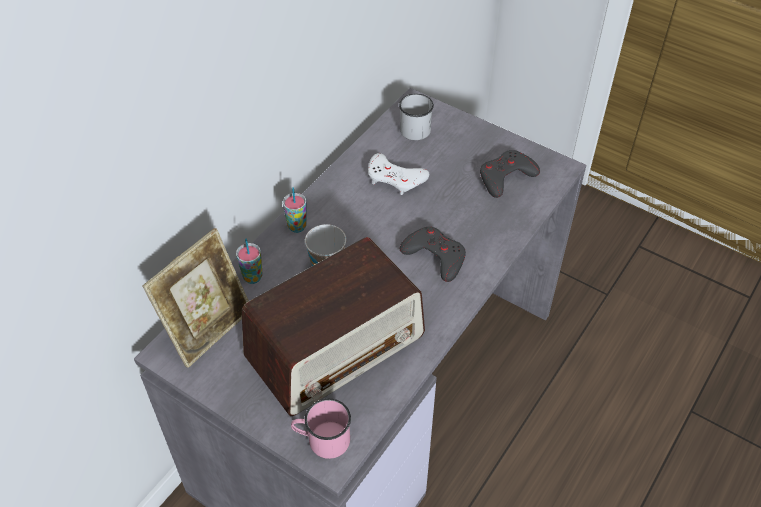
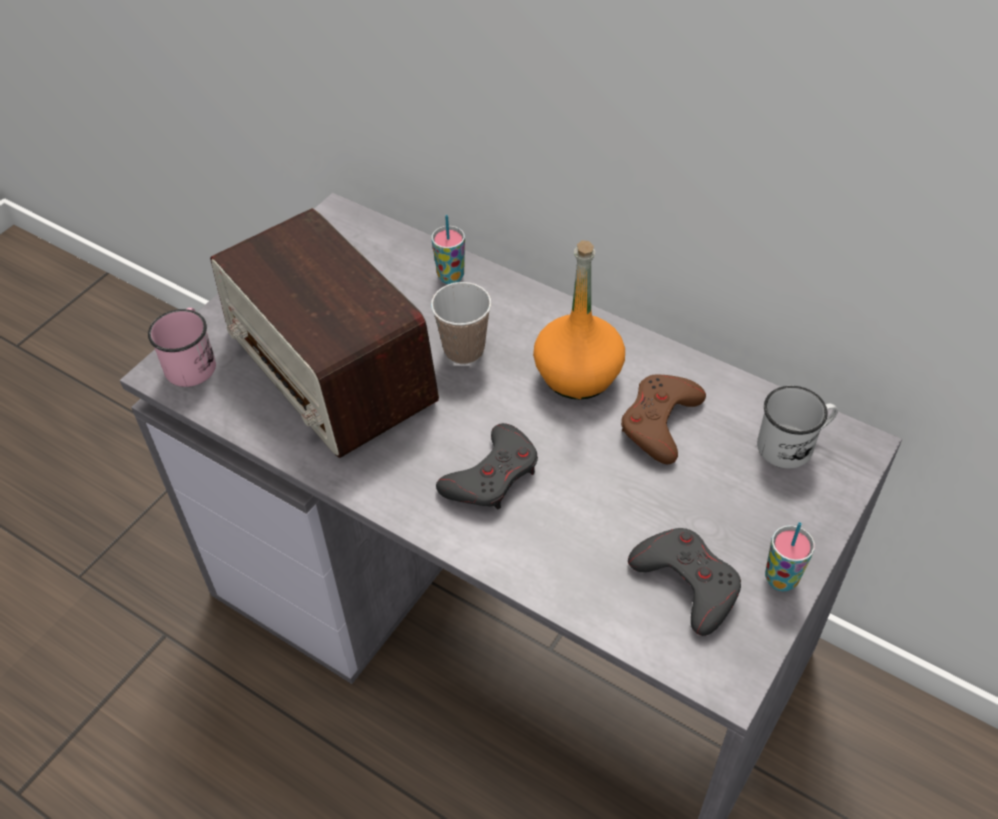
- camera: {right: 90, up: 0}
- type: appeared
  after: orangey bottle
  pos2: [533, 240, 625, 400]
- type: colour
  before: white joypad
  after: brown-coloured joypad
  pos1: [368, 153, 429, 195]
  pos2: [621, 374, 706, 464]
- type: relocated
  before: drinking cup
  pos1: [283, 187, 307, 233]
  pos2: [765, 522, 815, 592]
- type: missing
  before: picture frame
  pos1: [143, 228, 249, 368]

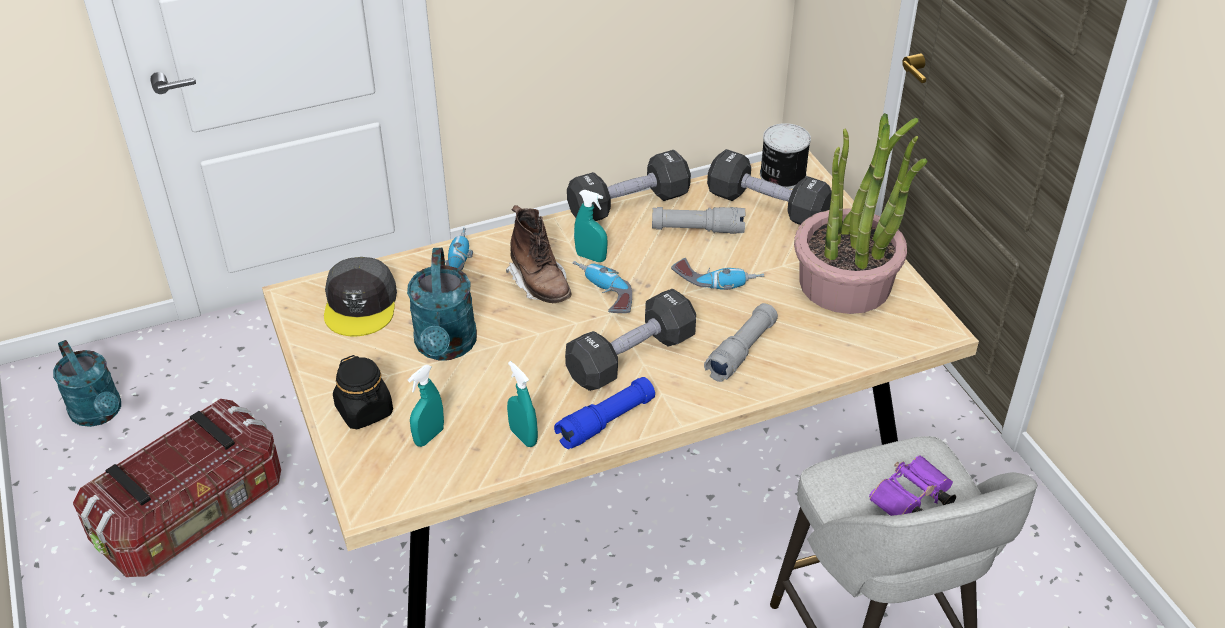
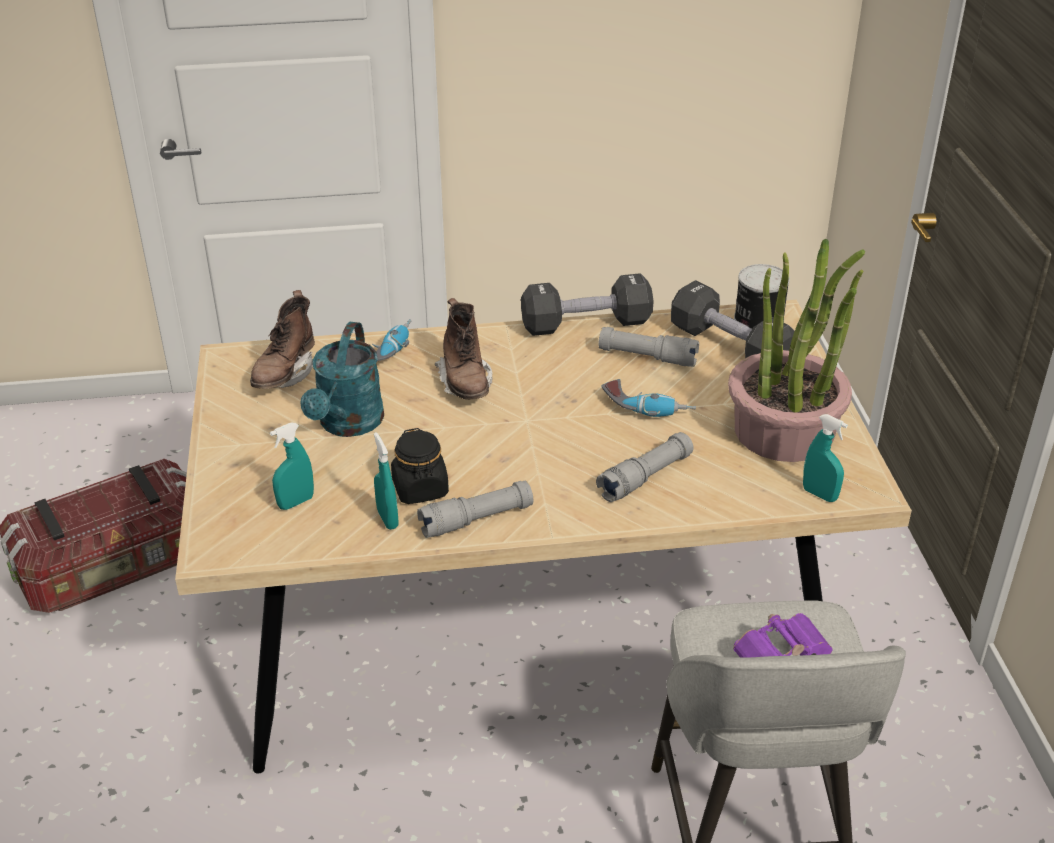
- camera: {right: 15, up: -5}
- type: exchanged
  before: greyish peaked cap
  after: brown-coloured tall boot
  pos1: [324, 257, 397, 336]
  pos2: [250, 290, 315, 389]
- type: relocated
  before: black-coloured preserve jar
  pos1: [333, 355, 393, 429]
  pos2: [391, 428, 449, 504]
- type: colour
  before: bluish hand torch
  after: greyish hand torch
  pos1: [554, 377, 655, 449]
  pos2: [417, 481, 533, 538]
- type: relocated
  before: turquoise-coloured spray bottle
  pos1: [574, 190, 607, 262]
  pos2: [803, 414, 848, 502]
- type: missing
  before: turquoise-coloured watering can
  pos1: [53, 340, 121, 427]
- type: missing
  before: black-coloured dumbbell
  pos1: [565, 289, 696, 391]
- type: missing
  before: power drill
  pos1: [573, 261, 632, 313]

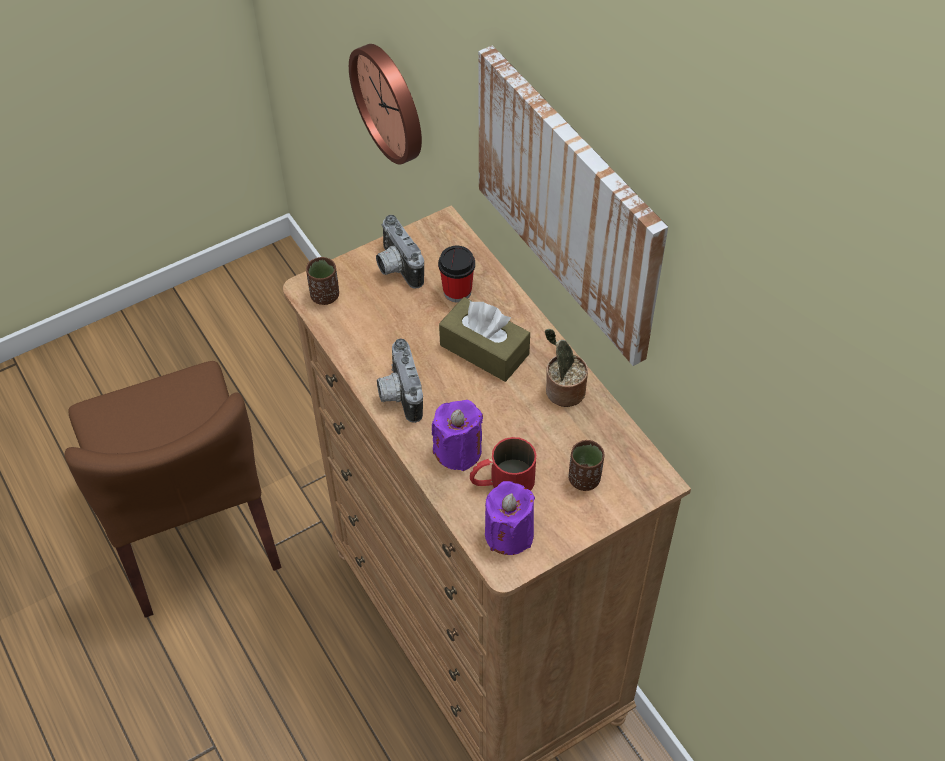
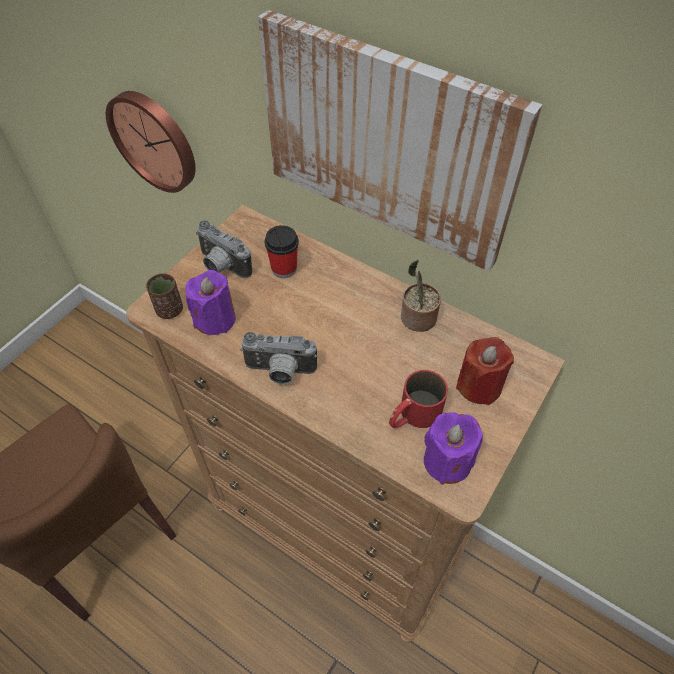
- camera: {right: -25, up: 0}
- type: relocated
  before: purple-coloured candle
  pos1: [432, 400, 483, 471]
  pos2: [186, 270, 235, 335]
- type: spun
  before: photo camera
  pos1: [377, 338, 423, 423]
  pos2: [240, 332, 317, 384]
  turn: -45
- type: exchanged
  before: brown-coloured drinking cup
  after: reddish candle
  pos1: [568, 439, 604, 491]
  pos2: [456, 337, 514, 405]
- type: missing
  before: brown-coloured tissue box
  pos1: [439, 297, 530, 382]

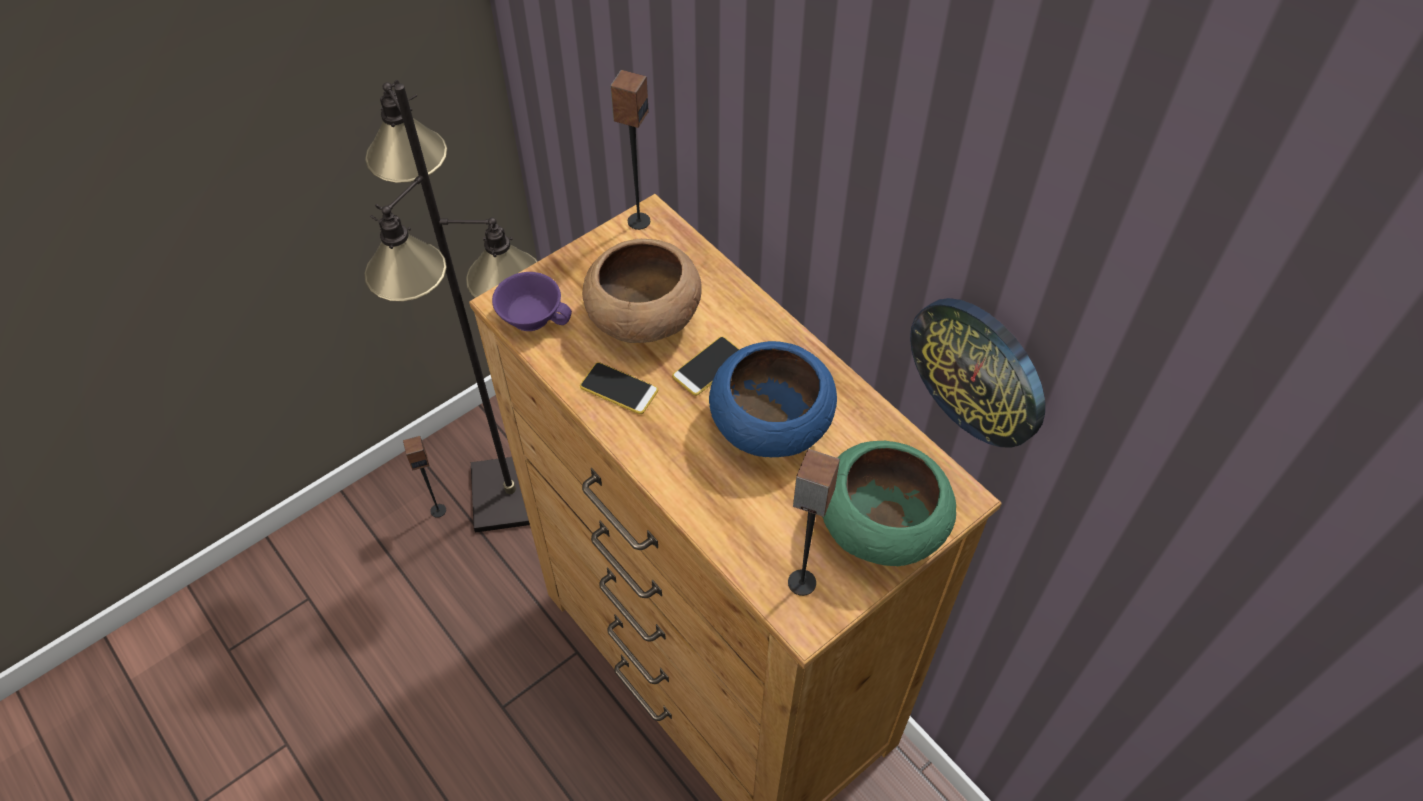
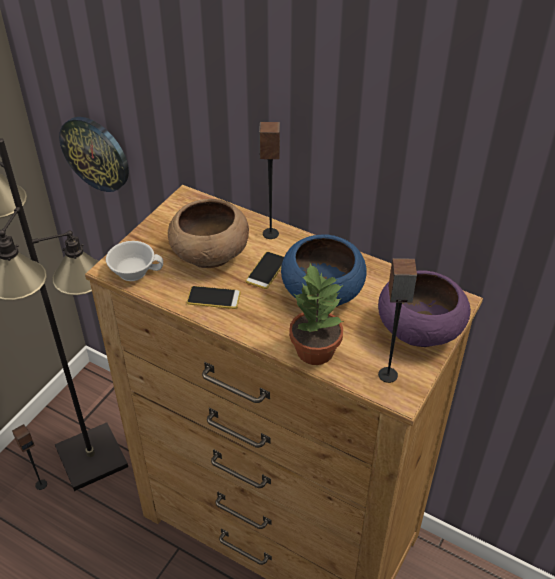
- camera: {right: -20, up: -10}
- type: relocated
  before: clock on the wall
  pos1: [910, 298, 1045, 448]
  pos2: [59, 117, 129, 192]
- type: colour
  before: purple-coloured drinking cup
  after: white drinking cup
  pos1: [492, 272, 572, 331]
  pos2: [106, 241, 163, 281]
- type: relocated
  before: loudspeaker
  pos1: [610, 70, 650, 230]
  pos2: [259, 122, 280, 239]
- type: appeared
  after: potted plant
  pos2: [289, 263, 344, 365]
- type: colour
  before: greenish serving bowl
  after: purple-coloured serving bowl
  pos1: [823, 441, 956, 566]
  pos2: [378, 270, 471, 347]

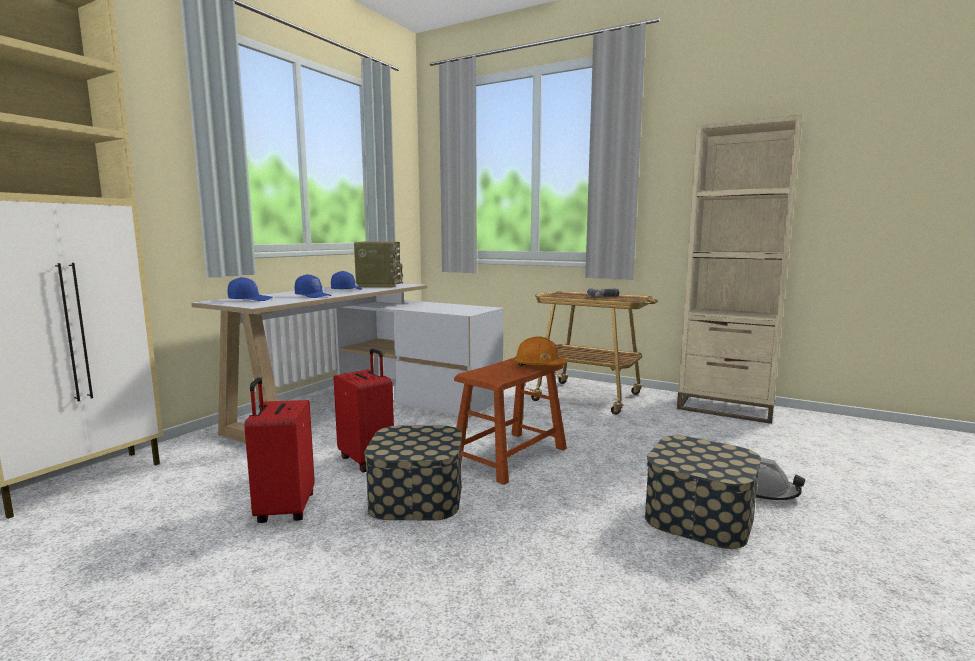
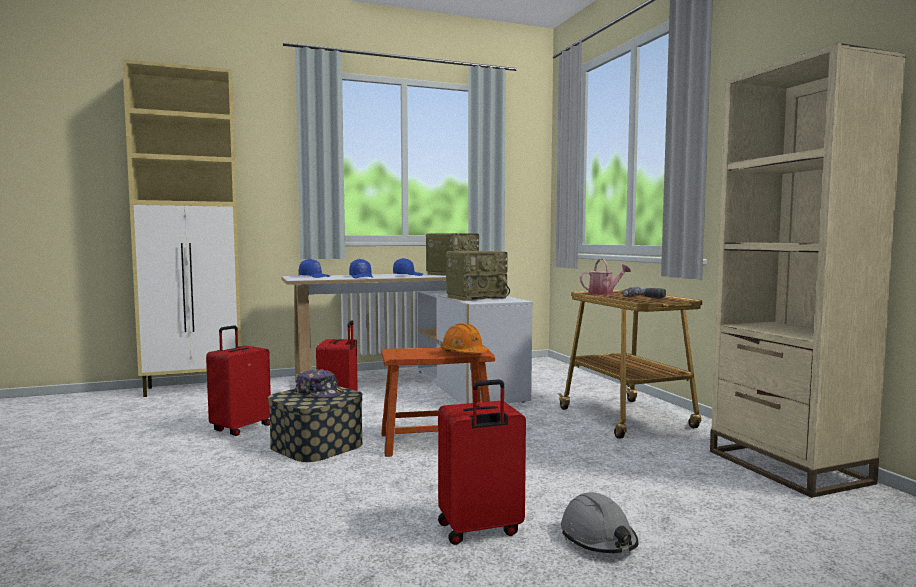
- camera: {right: 40, up: -5}
- type: appeared
  after: peaked cap
  pos2: [295, 369, 344, 398]
- type: exchanged
  before: storage box
  after: reddish suitcase
  pos1: [645, 436, 761, 549]
  pos2: [438, 379, 526, 545]
- type: appeared
  after: radio receiver
  pos2: [446, 251, 510, 301]
- type: appeared
  after: watering can
  pos2: [580, 259, 631, 295]

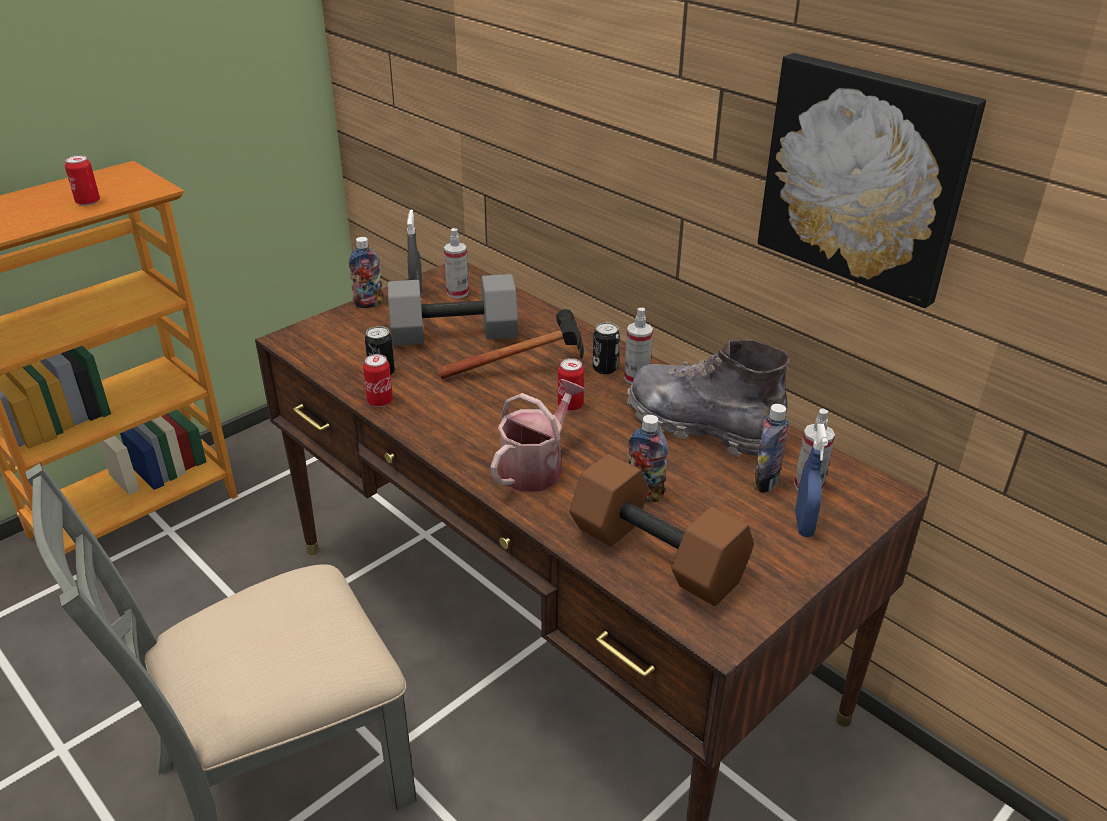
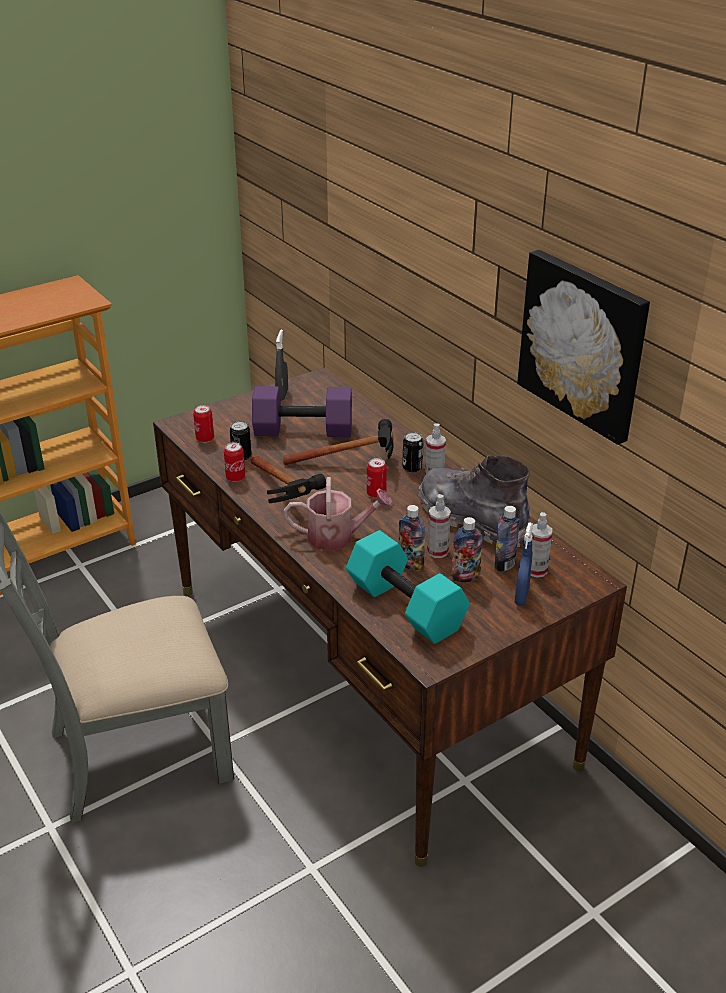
- camera: {right: 10, up: 0}
- type: relocated
  before: can
  pos1: [65, 155, 100, 206]
  pos2: [193, 405, 214, 443]
- type: appeared
  after: tool hammer
  pos2: [251, 456, 326, 503]
- type: colour
  before: greyish dumbbell
  after: purple-coloured dumbbell
  pos1: [388, 274, 518, 346]
  pos2: [252, 386, 352, 437]
- type: spun
  before: watering can
  pos1: [490, 379, 585, 492]
  pos2: [284, 477, 393, 551]
  turn: 45
- type: colour
  before: brown-coloured dumbbell
  after: turquoise-coloured dumbbell
  pos1: [569, 454, 754, 606]
  pos2: [346, 530, 470, 644]
- type: relocated
  before: spray bottle
  pos1: [444, 228, 469, 298]
  pos2: [427, 494, 451, 558]
- type: relocated
  before: bottle
  pos1: [349, 237, 383, 308]
  pos2: [451, 517, 483, 582]

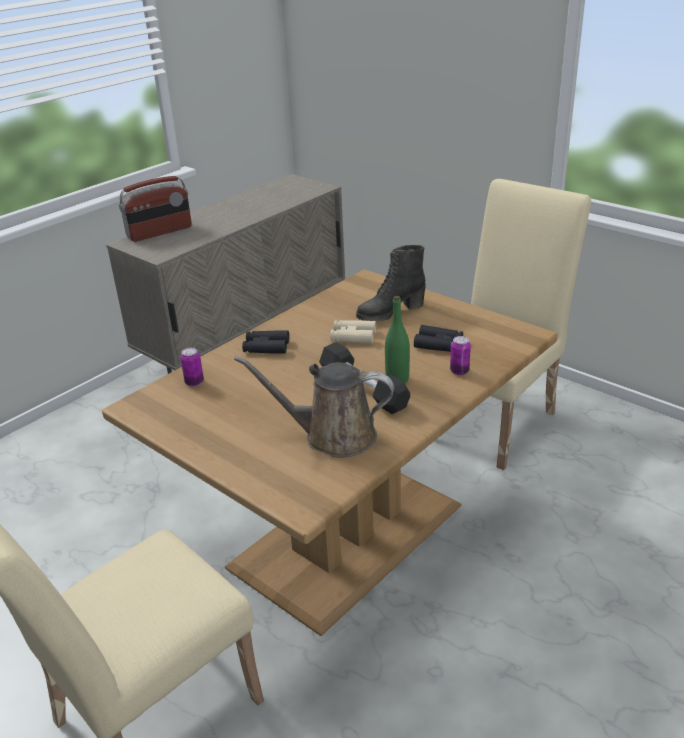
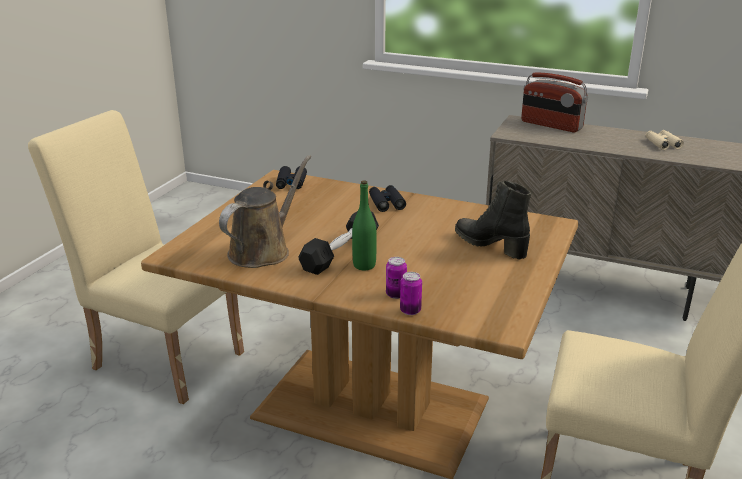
- camera: {right: 70, up: -5}
- type: spun
  before: brown-coloured watering can
  pos1: [234, 356, 394, 458]
  pos2: [219, 155, 311, 268]
  turn: 45
- type: relocated
  before: black-coloured binoculars
  pos1: [414, 325, 463, 352]
  pos2: [276, 166, 307, 189]
- type: relocated
  before: can
  pos1: [180, 348, 204, 387]
  pos2: [400, 272, 422, 315]
- type: relocated
  before: sand-coloured binoculars
  pos1: [330, 320, 376, 344]
  pos2: [646, 130, 684, 150]

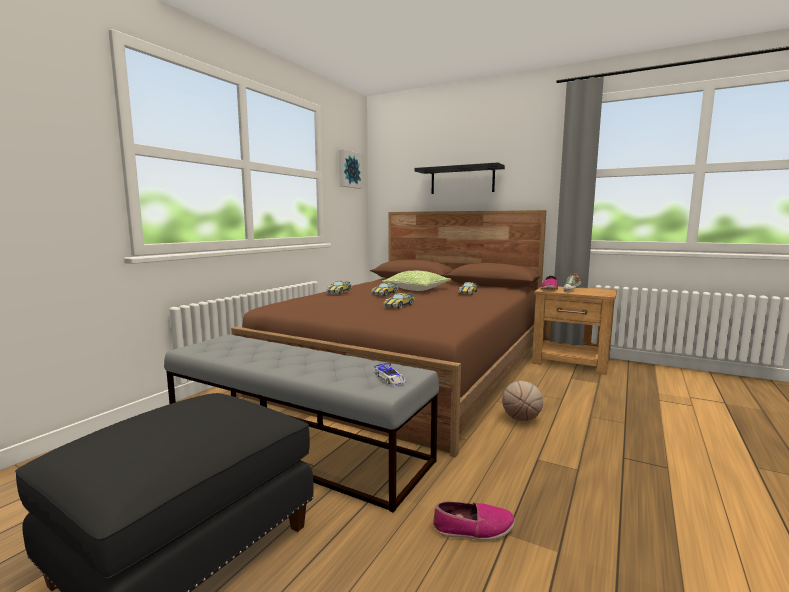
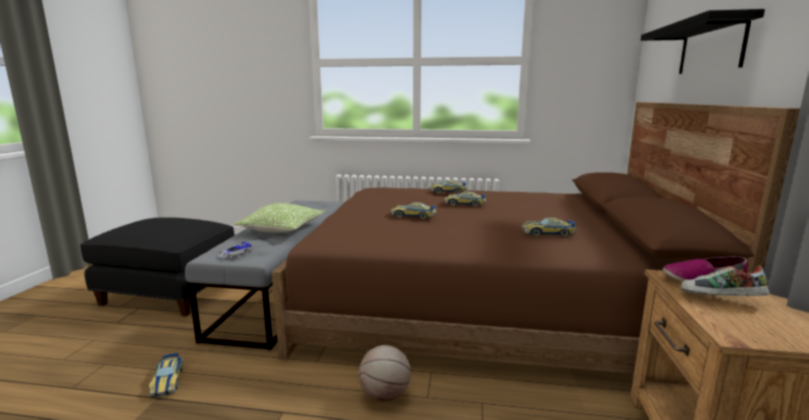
- camera: {right: 70, up: 5}
- type: exchanged
  before: low shoe
  after: miniature car
  pos1: [433, 502, 515, 541]
  pos2: [149, 353, 183, 397]
- type: relocated
  before: throw pillow
  pos1: [382, 271, 451, 291]
  pos2: [234, 203, 325, 233]
- type: missing
  before: picture
  pos1: [339, 149, 362, 189]

